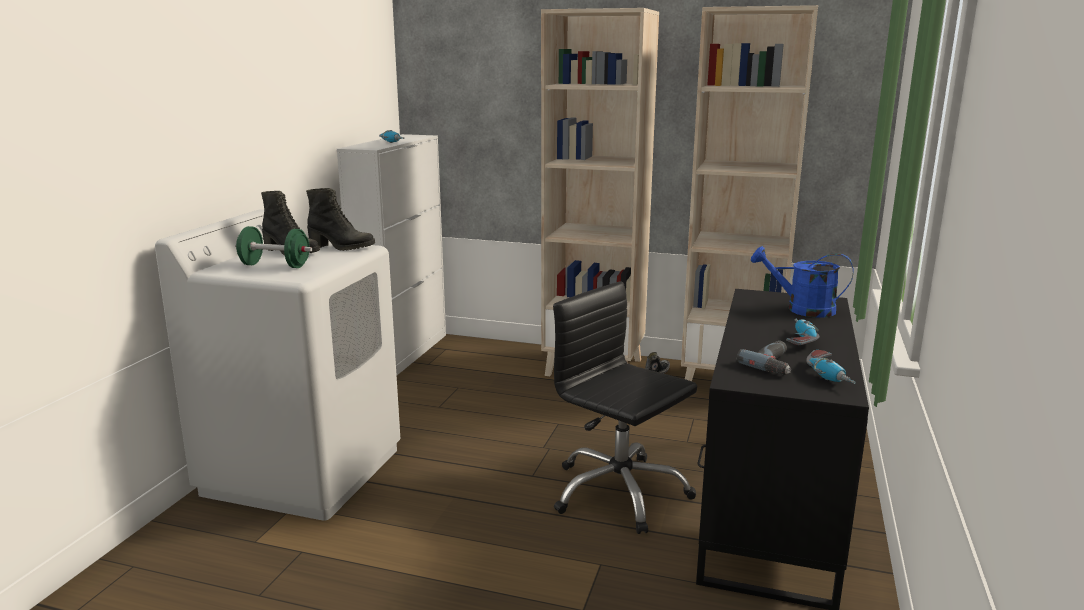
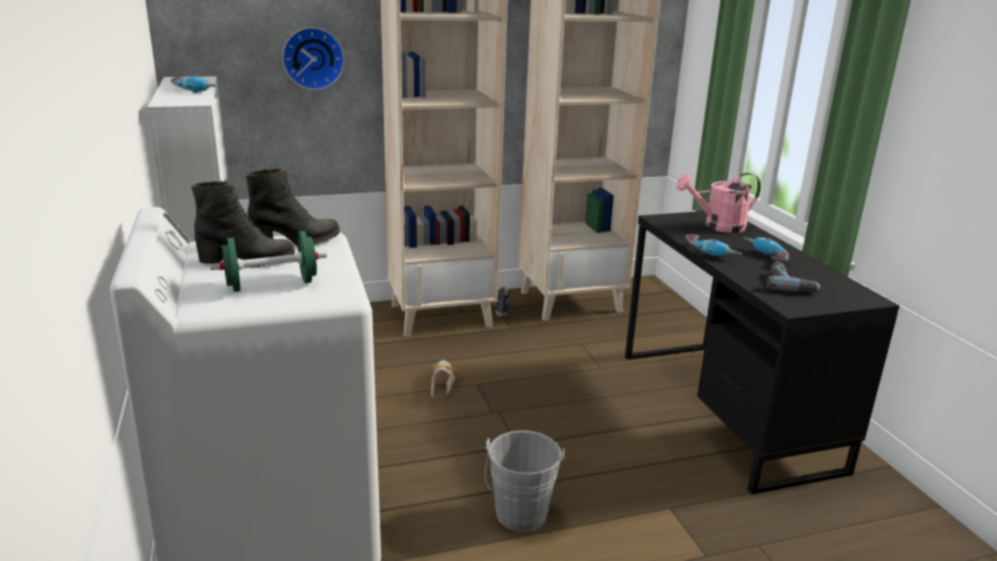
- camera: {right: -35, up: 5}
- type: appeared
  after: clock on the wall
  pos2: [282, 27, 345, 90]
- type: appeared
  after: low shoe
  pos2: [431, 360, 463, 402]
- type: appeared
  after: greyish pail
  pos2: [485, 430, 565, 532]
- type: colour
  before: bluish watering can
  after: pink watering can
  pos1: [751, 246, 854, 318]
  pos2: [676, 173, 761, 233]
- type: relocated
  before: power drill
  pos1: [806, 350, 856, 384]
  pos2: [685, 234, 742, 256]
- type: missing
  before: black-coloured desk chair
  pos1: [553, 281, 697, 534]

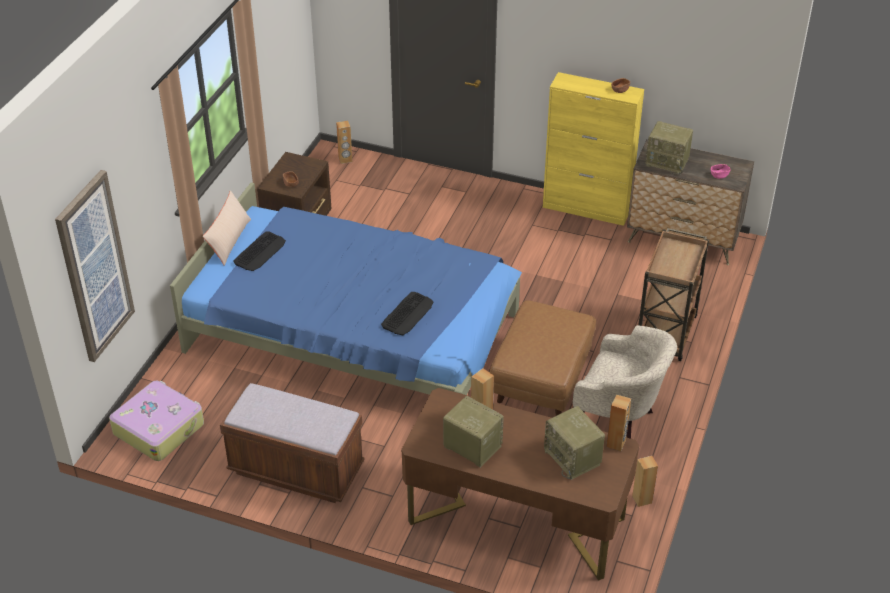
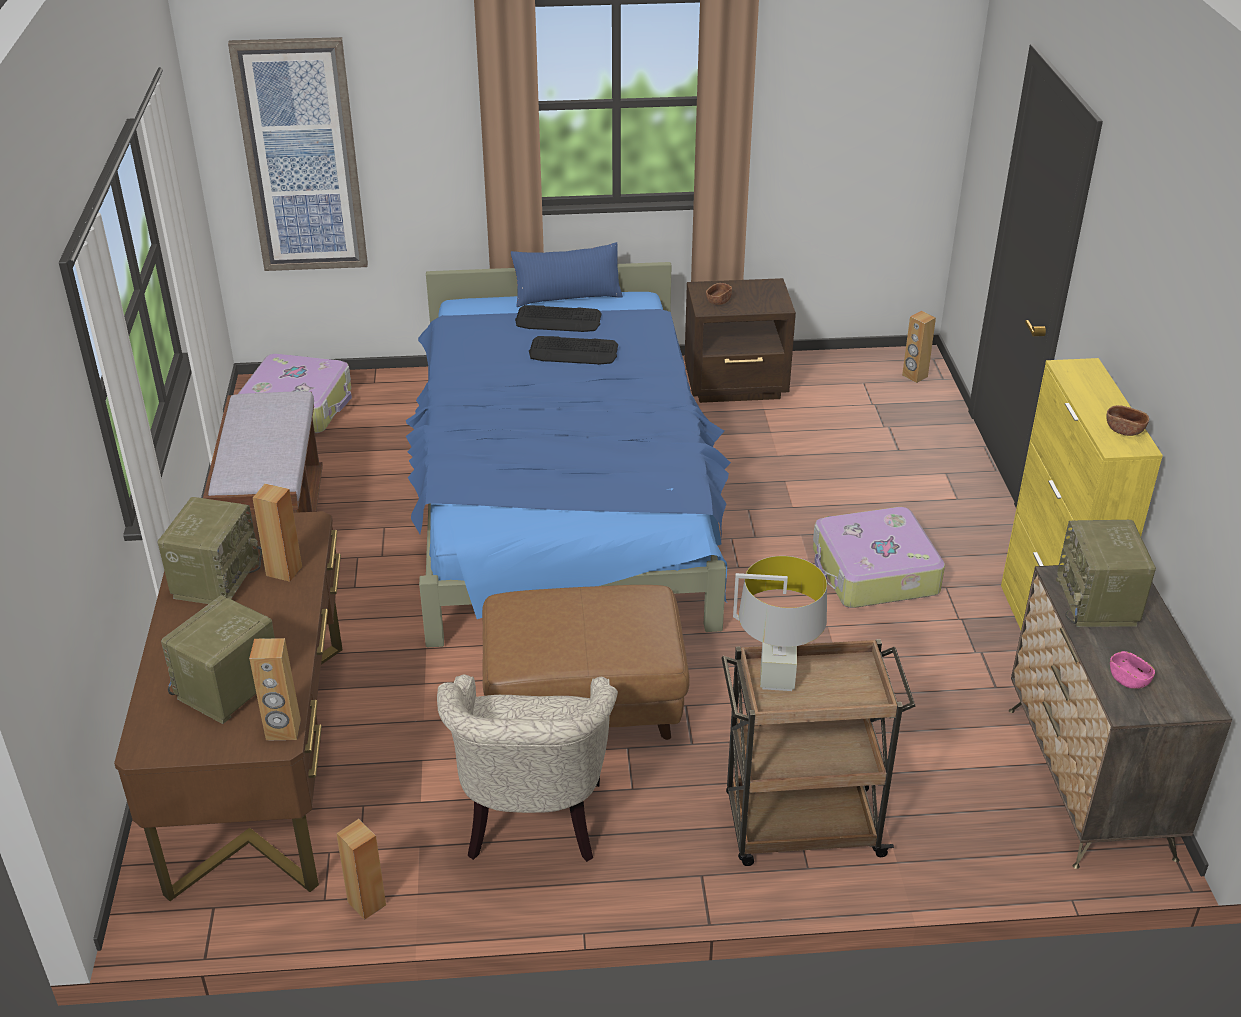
- camera: {right: 65, up: -5}
- type: colour
  before: sand-coloured throw pillow
  after: bluish throw pillow
  pos1: [203, 191, 251, 266]
  pos2: [511, 242, 623, 307]
- type: relocated
  before: keyboard
  pos1: [381, 292, 434, 335]
  pos2: [529, 336, 618, 365]
- type: appeared
  after: greyish tabletop lamp
  pos2: [733, 556, 827, 691]
- type: appeared
  after: suitcase
  pos2: [813, 507, 945, 608]

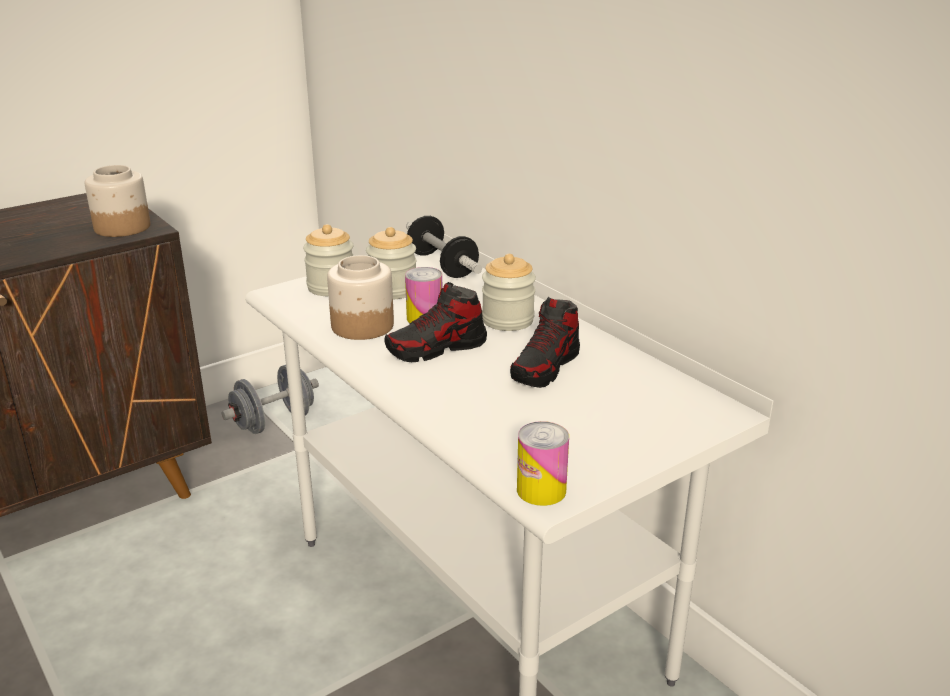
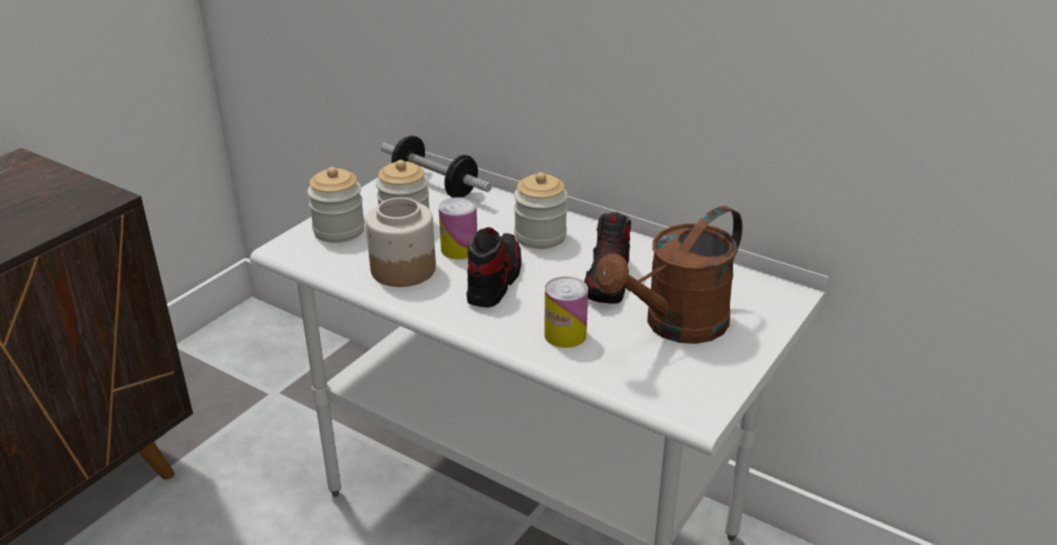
- camera: {right: -20, up: 5}
- type: spun
  before: low shoe
  pos1: [384, 282, 487, 362]
  pos2: [466, 227, 522, 308]
  turn: 150
- type: relocated
  before: can
  pos1: [517, 421, 569, 506]
  pos2: [544, 277, 588, 348]
- type: appeared
  after: brown-coloured watering can
  pos2: [595, 206, 742, 344]
- type: missing
  before: preserve jar
  pos1: [84, 165, 151, 237]
- type: missing
  before: greyish dumbbell
  pos1: [222, 365, 319, 434]

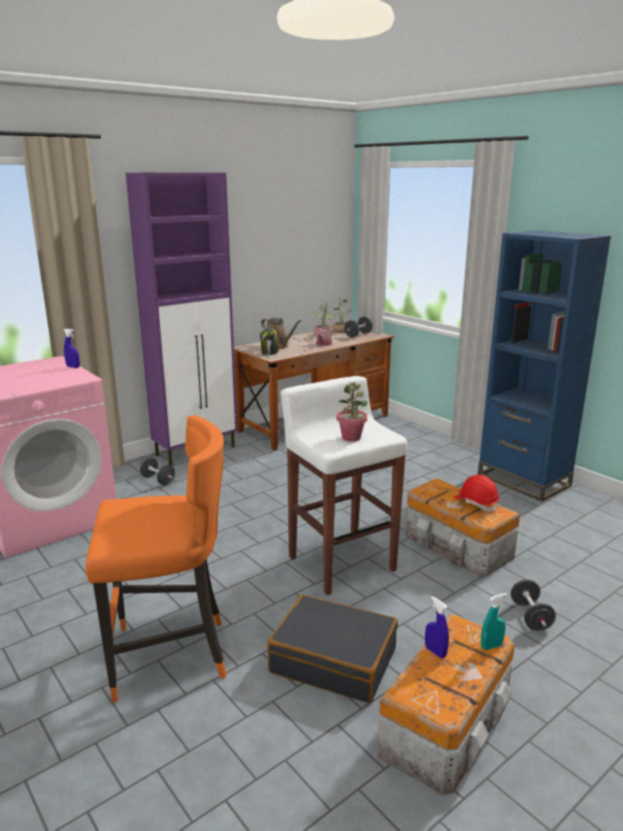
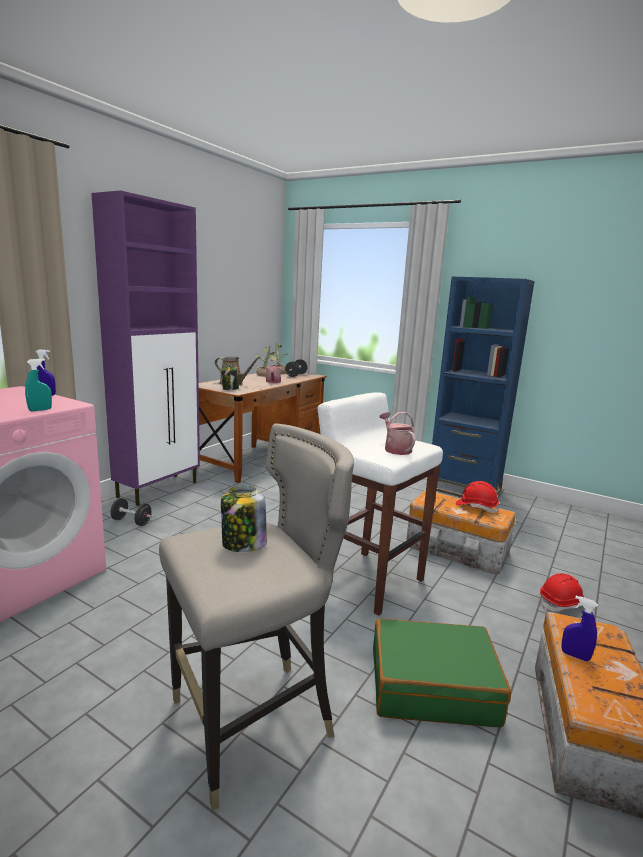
- camera: {right: -20, up: -5}
- type: relocated
  before: turquoise-coloured spray bottle
  pos1: [481, 593, 507, 650]
  pos2: [25, 359, 52, 411]
- type: colour
  before: orangey stool seat
  after: greyish stool seat
  pos1: [86, 415, 226, 703]
  pos2: [159, 423, 354, 811]
- type: appeared
  after: preserve jar
  pos2: [221, 486, 267, 552]
- type: colour
  before: black-coloured suitcase
  after: greenish suitcase
  pos1: [267, 595, 398, 703]
  pos2: [373, 619, 511, 727]
- type: exchanged
  before: potted plant
  after: watering can
  pos1: [337, 382, 368, 441]
  pos2: [380, 412, 416, 455]
- type: exchanged
  before: black-coloured dumbbell
  after: reddish hard hat
  pos1: [511, 579, 556, 631]
  pos2: [540, 573, 584, 612]

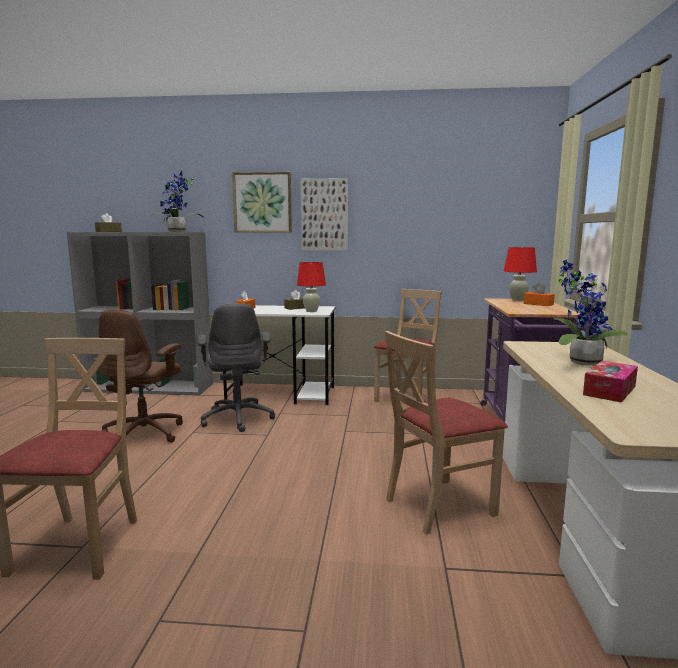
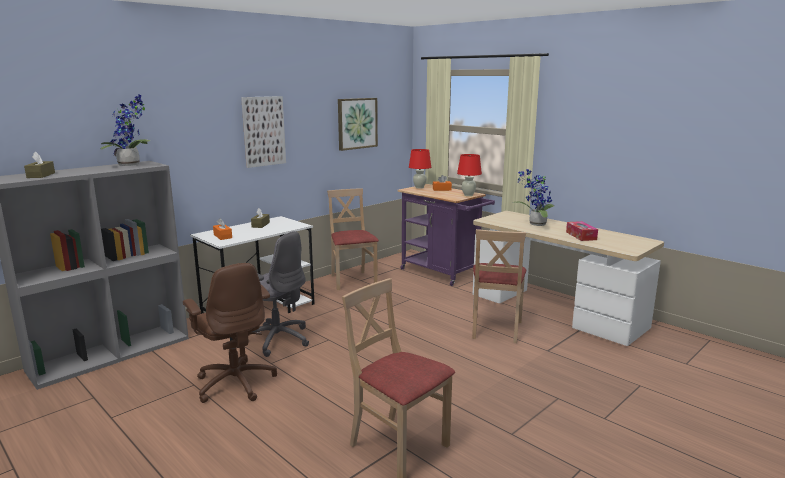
- camera: {right: -50, up: 5}
- type: relocated
  before: picture
  pos1: [232, 172, 292, 233]
  pos2: [338, 98, 378, 151]
- type: relocated
  before: reddish tabletop lamp
  pos1: [297, 262, 326, 312]
  pos2: [457, 154, 482, 196]

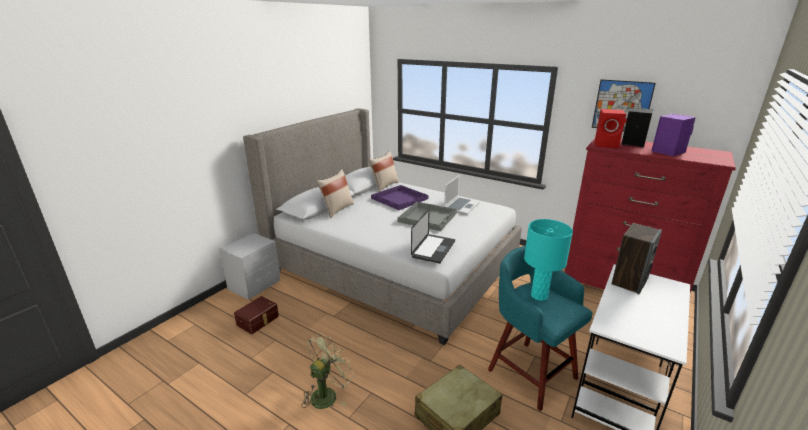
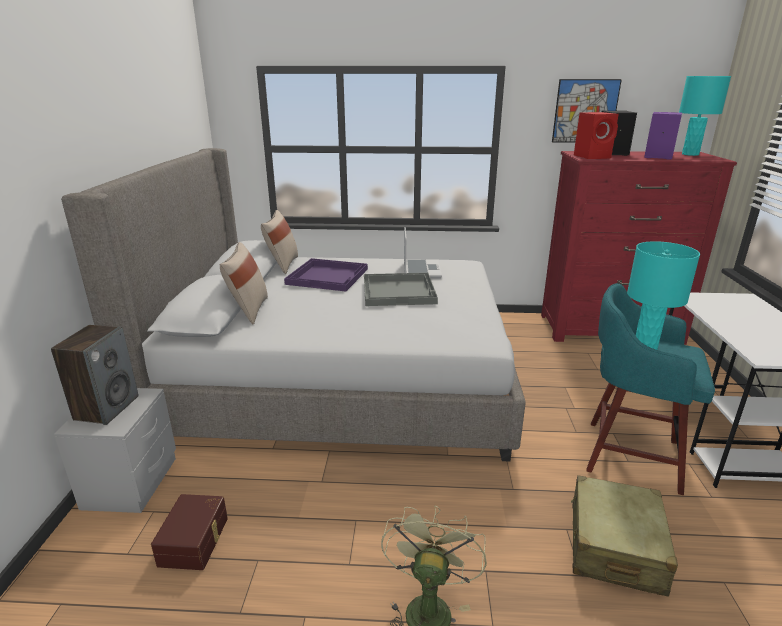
- camera: {right: -30, up: 0}
- type: relocated
  before: loudspeaker
  pos1: [612, 223, 662, 294]
  pos2: [51, 325, 139, 425]
- type: appeared
  after: turquoise-coloured tabletop lamp
  pos2: [679, 76, 731, 156]
- type: missing
  before: laptop
  pos1: [411, 209, 455, 263]

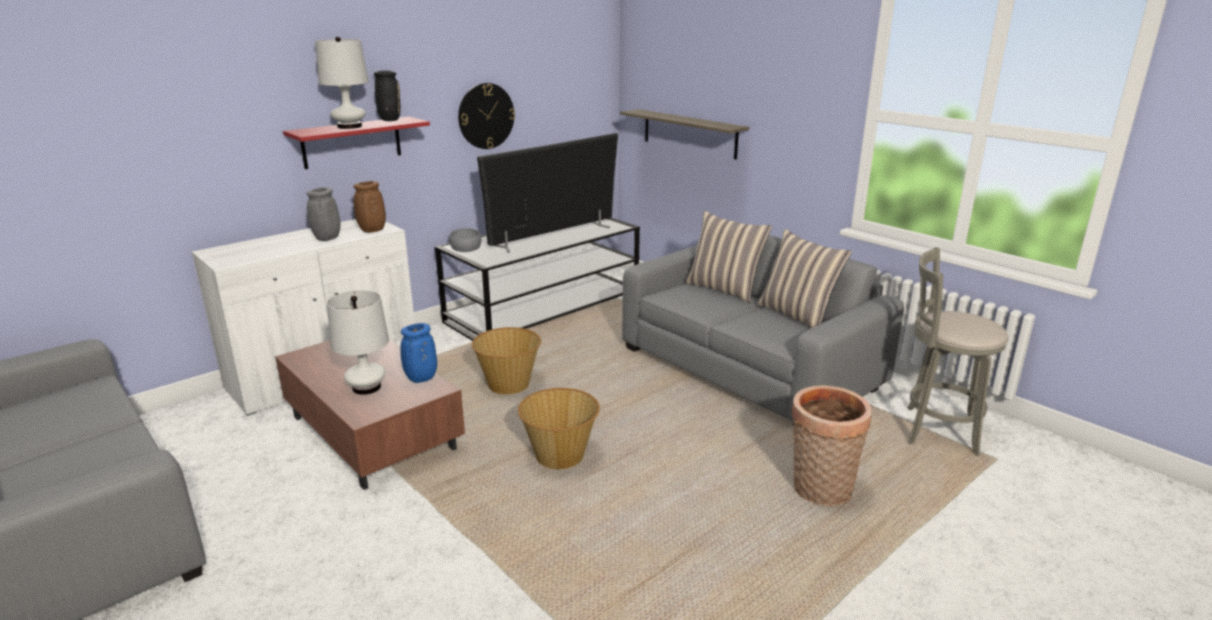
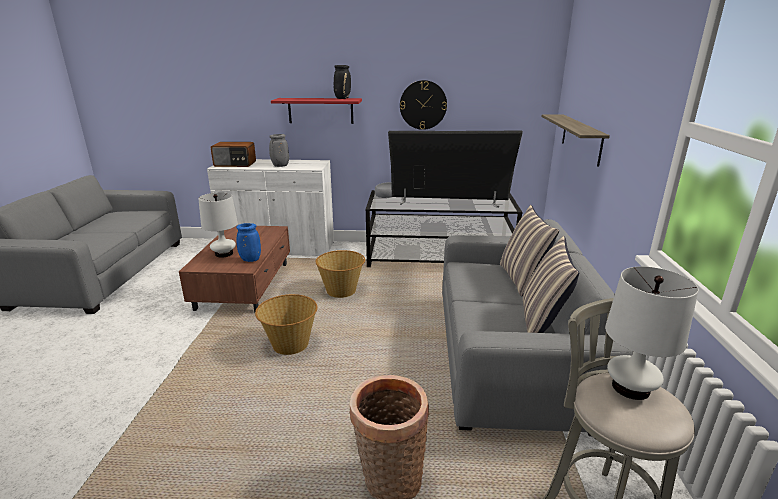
- camera: {right: 45, up: 0}
- type: appeared
  after: radio receiver
  pos2: [211, 142, 256, 167]
- type: relocated
  before: white tabletop lamp
  pos1: [315, 37, 368, 129]
  pos2: [605, 267, 699, 400]
- type: missing
  before: brown-coloured vase
  pos1: [353, 181, 386, 233]

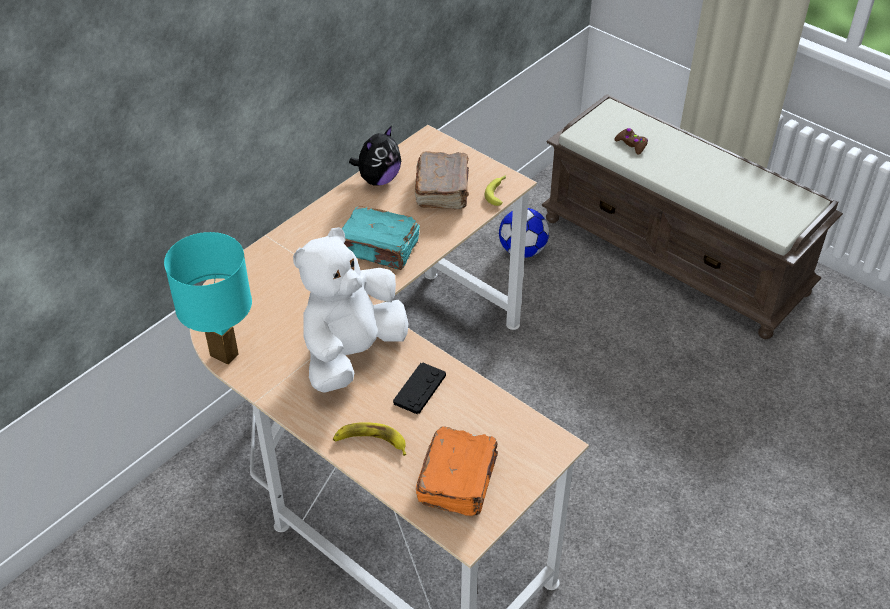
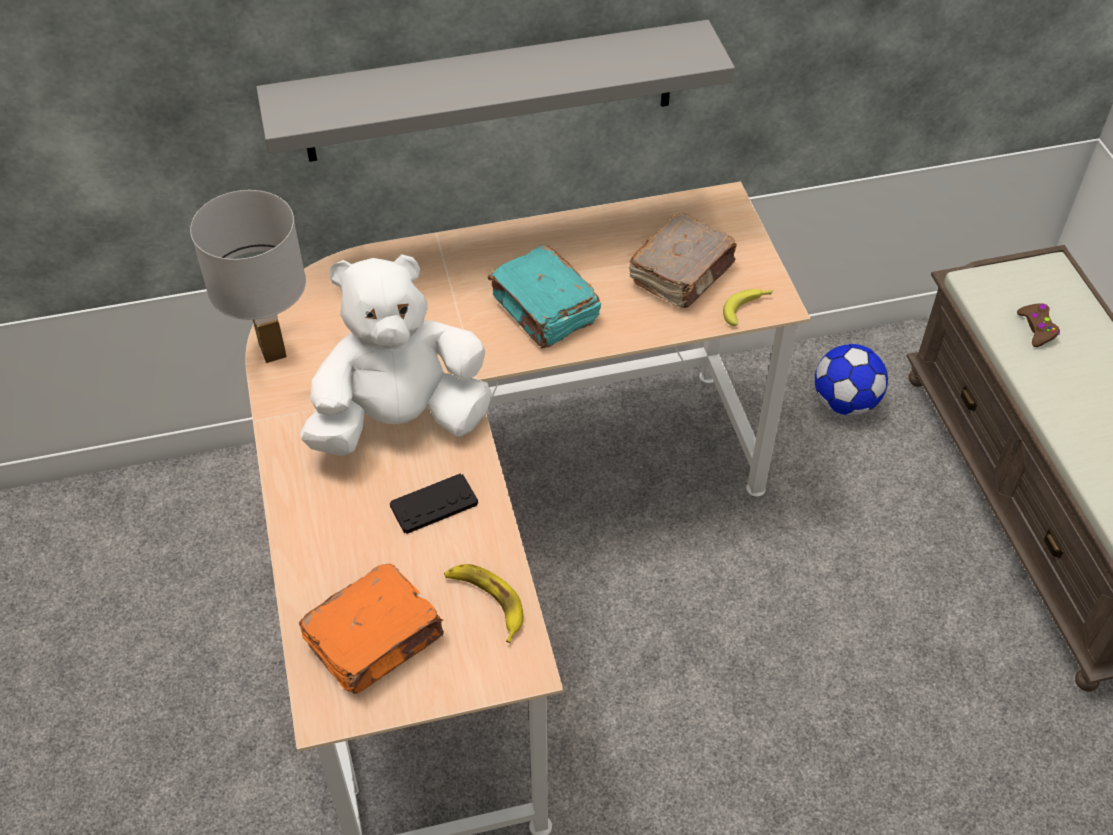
- camera: {right: 35, up: 5}
- type: colour
  before: turquoise-coloured tabletop lamp
  after: white tabletop lamp
  pos1: [164, 232, 252, 365]
  pos2: [190, 190, 306, 363]
- type: appeared
  after: greyish wall shelf
  pos2: [256, 20, 735, 162]
- type: relocated
  before: banana
  pos1: [333, 422, 406, 456]
  pos2: [444, 564, 523, 643]
- type: missing
  before: plush toy
  pos1: [349, 126, 401, 186]

